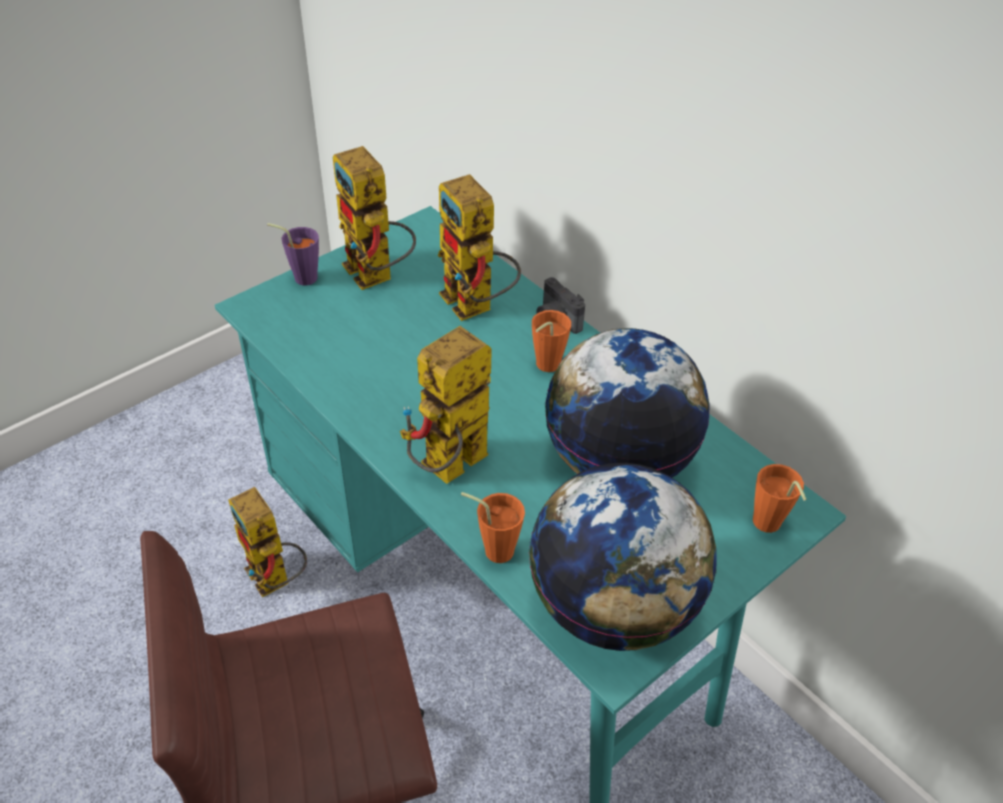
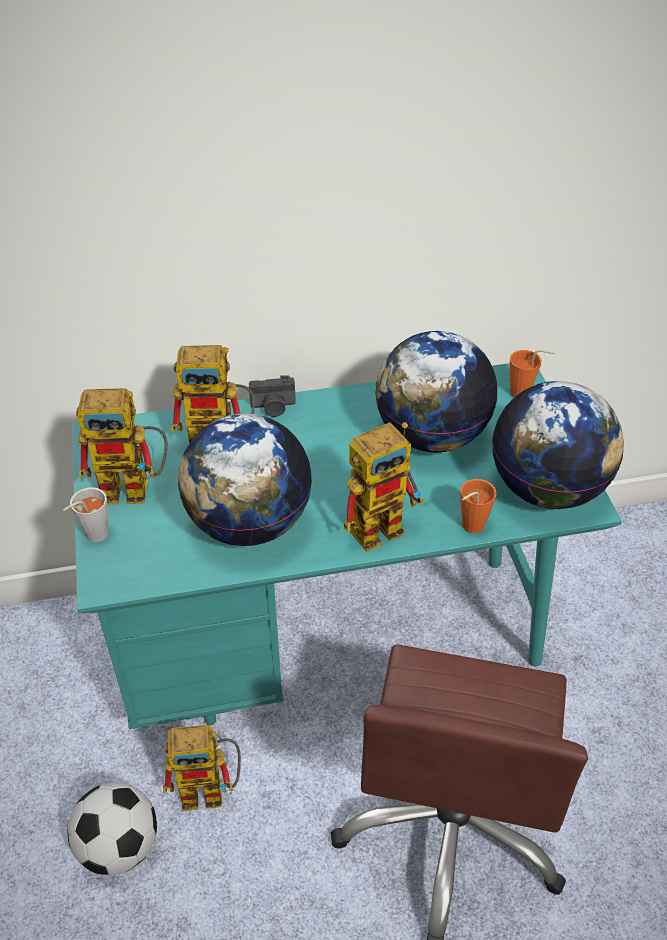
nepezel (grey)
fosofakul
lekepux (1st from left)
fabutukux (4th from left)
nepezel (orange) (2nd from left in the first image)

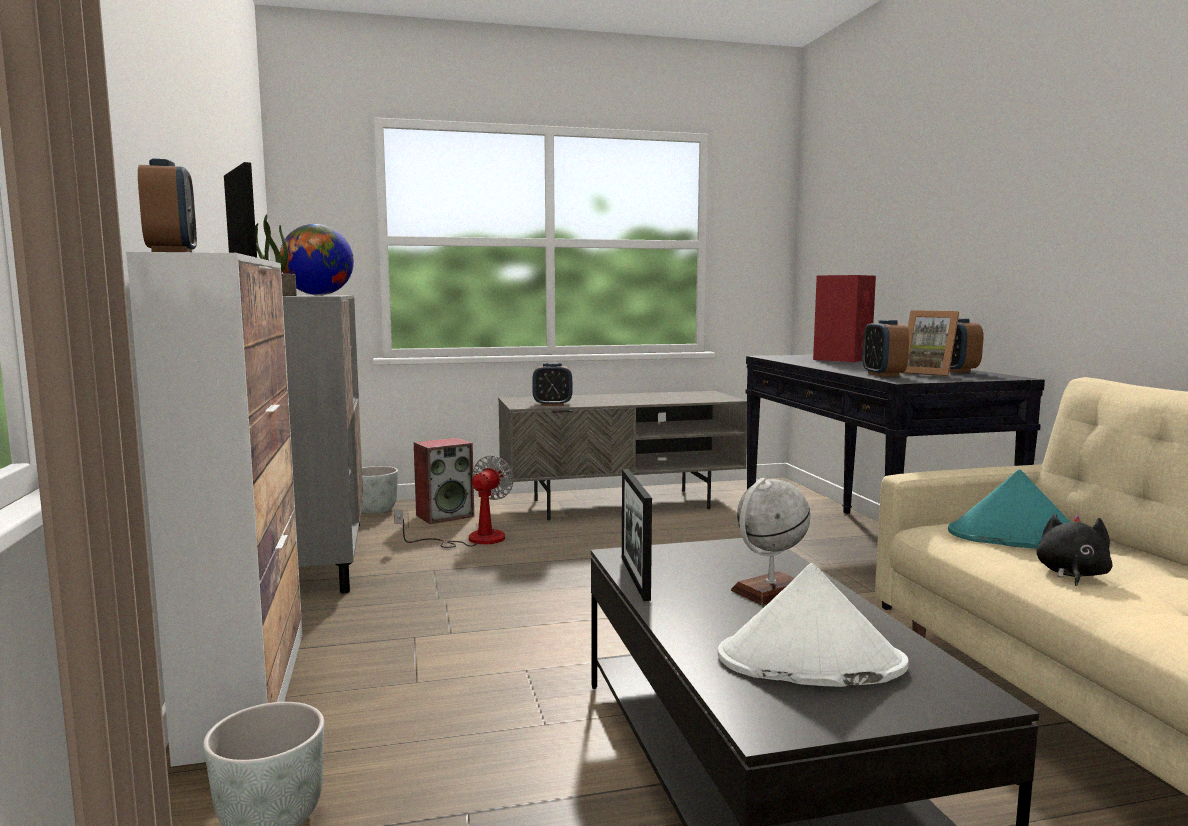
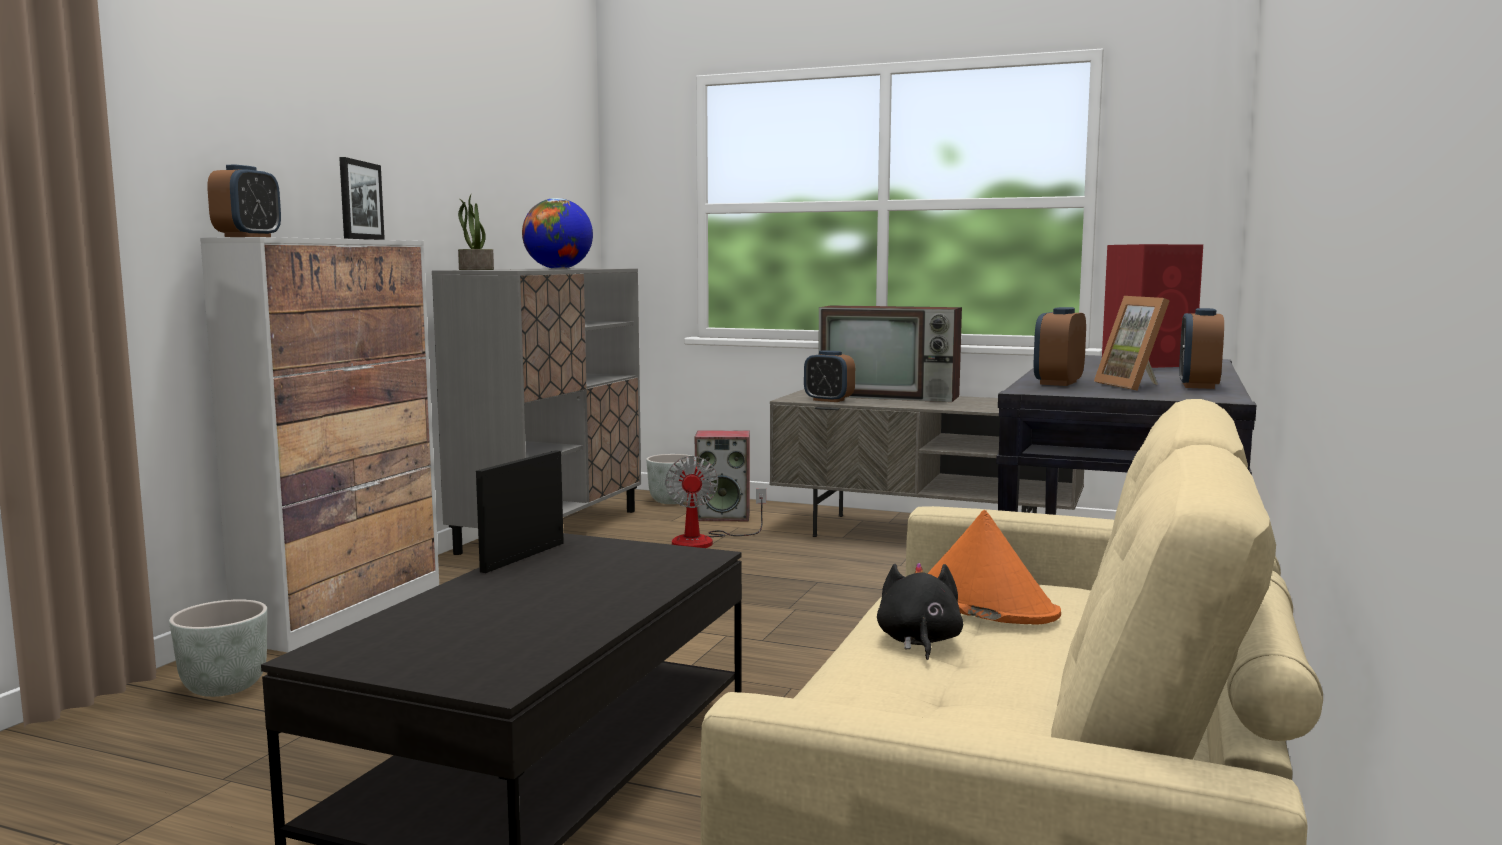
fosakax
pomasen
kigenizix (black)
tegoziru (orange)
tegoziru (white)
lekepux (2nd from left in the first image)

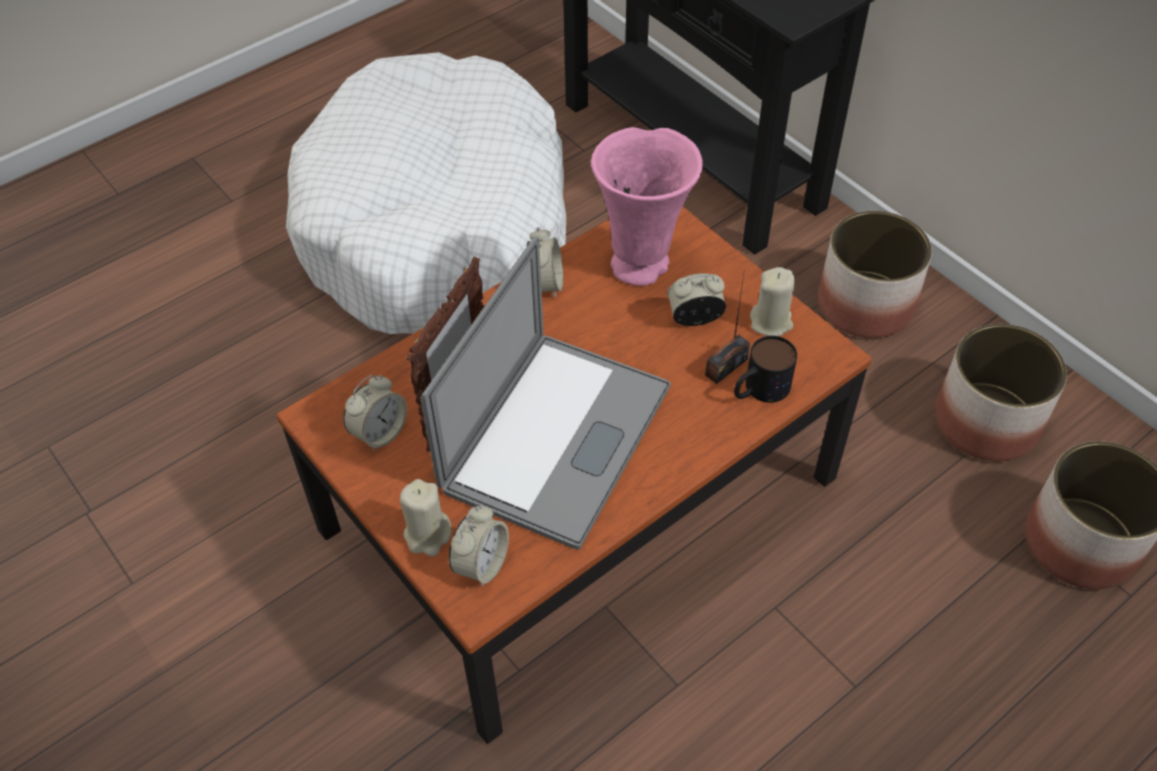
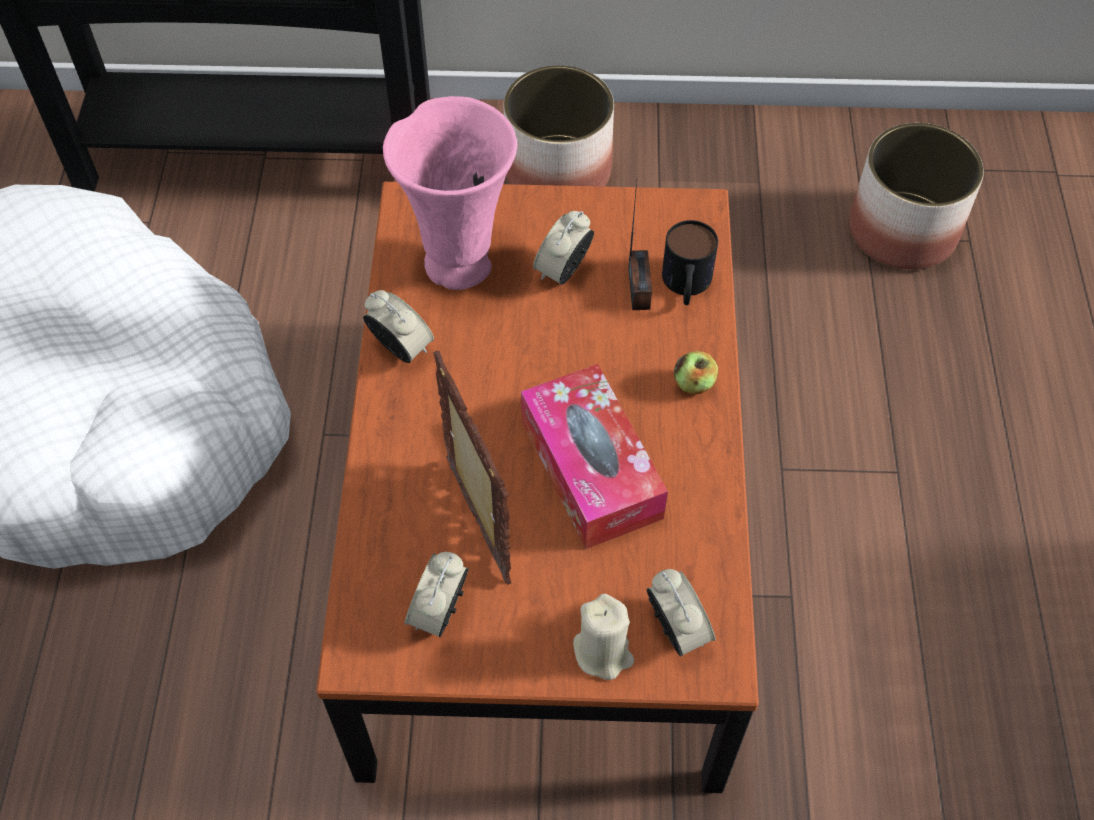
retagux (2nd from left)
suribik
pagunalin
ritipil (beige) (2nd from left in the first image)
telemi (2nd from left in the first image)

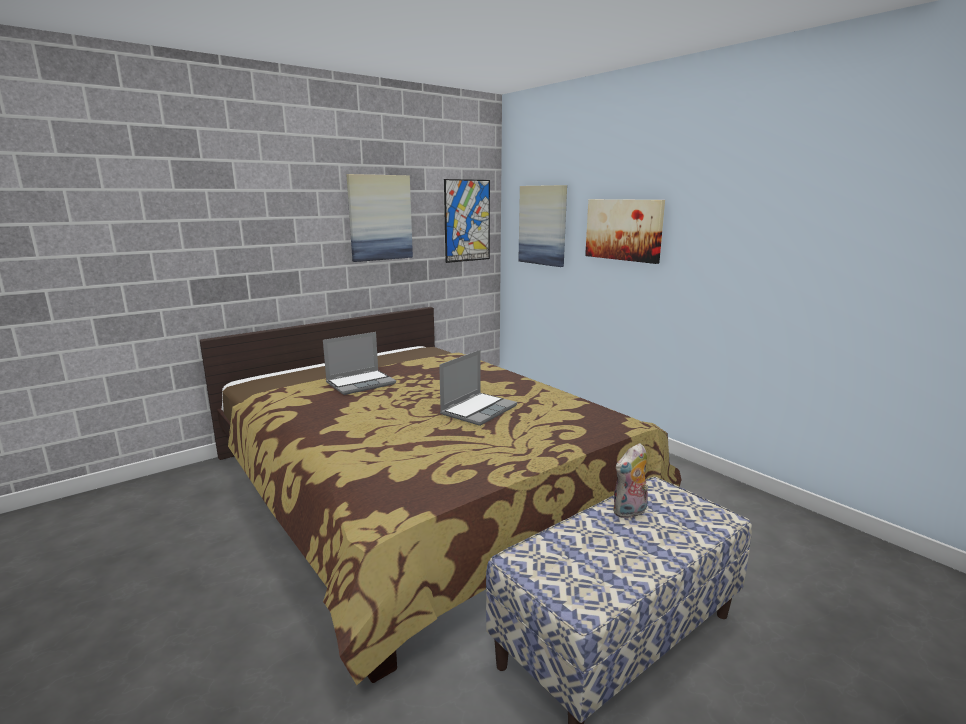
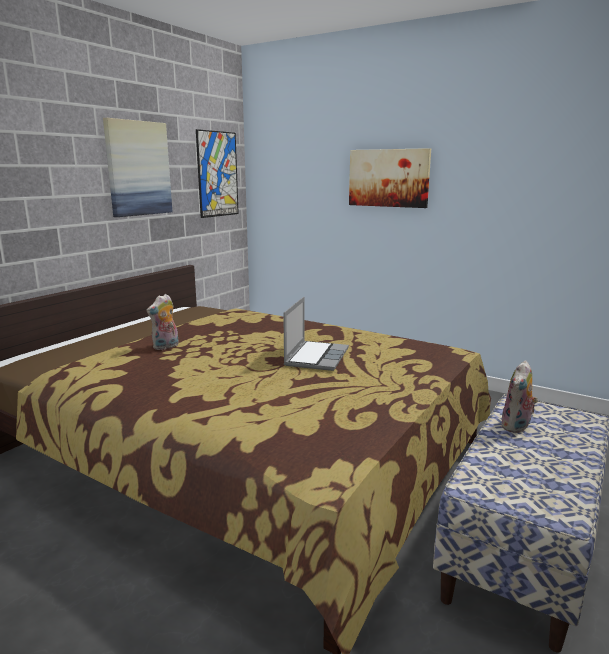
kigenizix (1st from left)
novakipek (3rd from left in the first image)

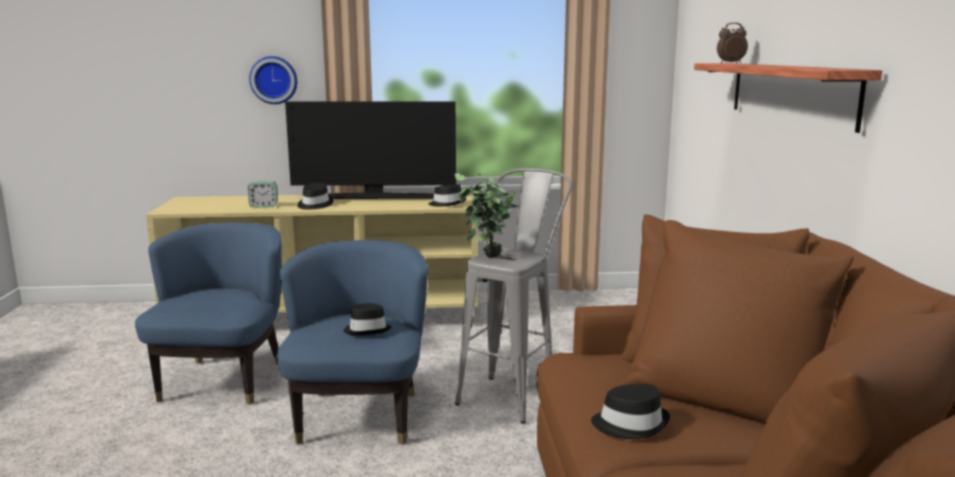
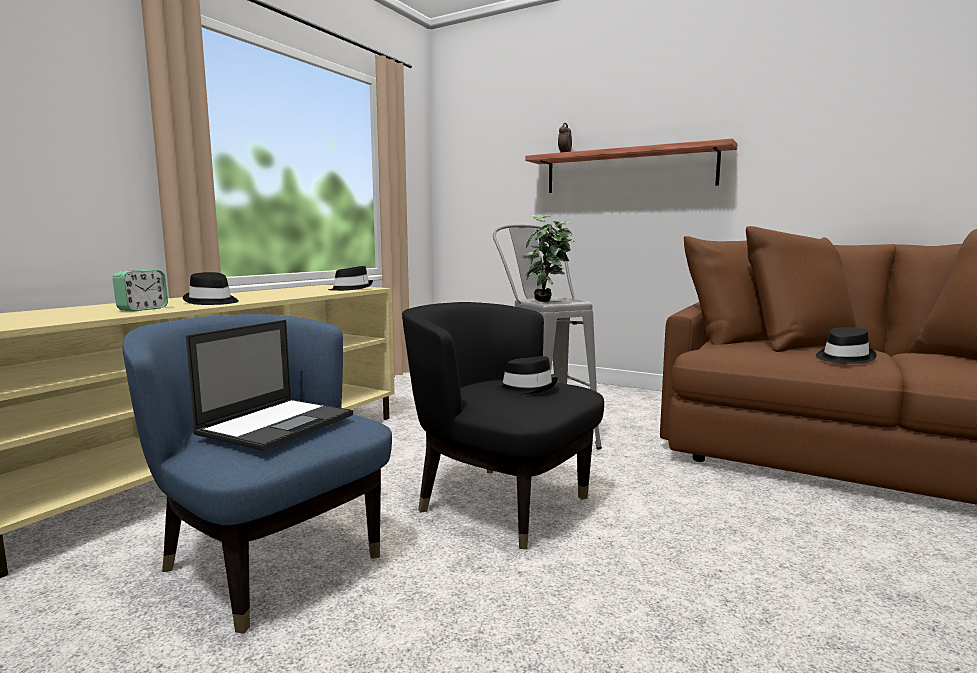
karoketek
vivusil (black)
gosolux
pomasen

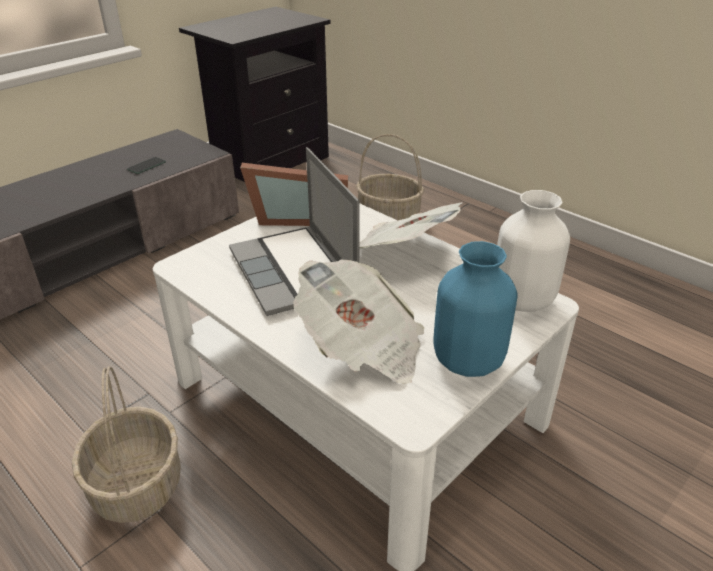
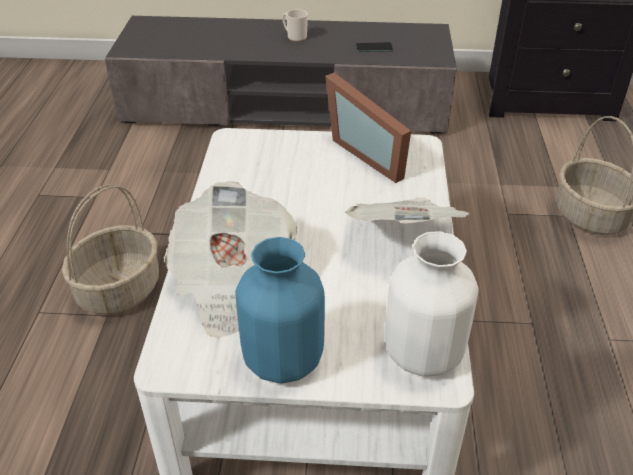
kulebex
karoketek

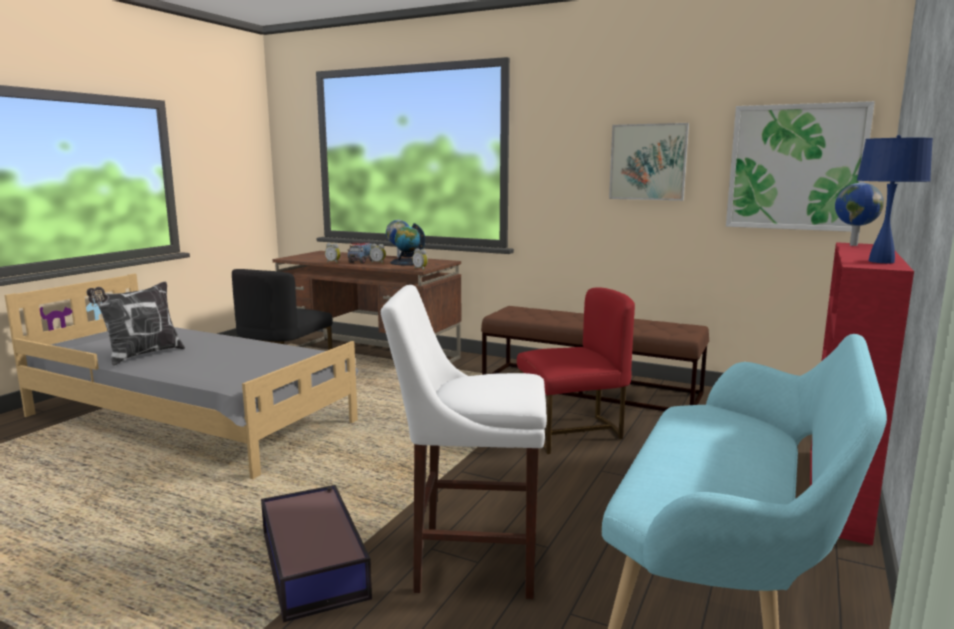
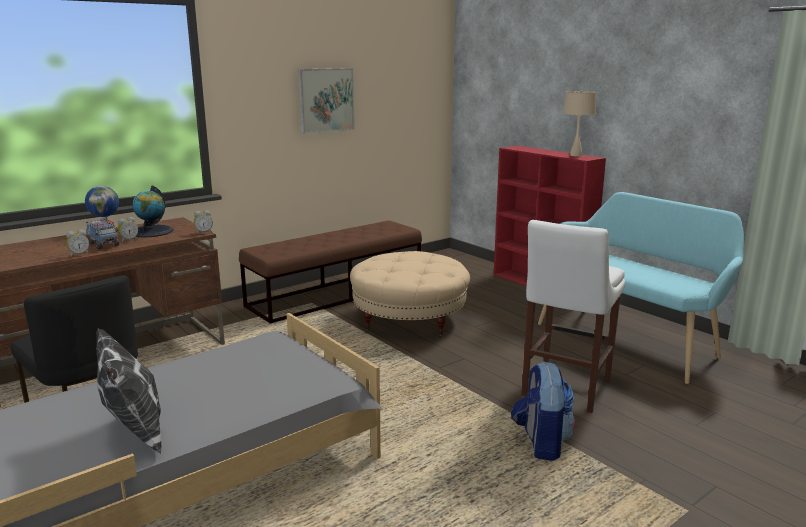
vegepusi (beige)
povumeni
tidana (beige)
novakipek (2nd from left in the first image)
lekepux (3rd from left in the first image)

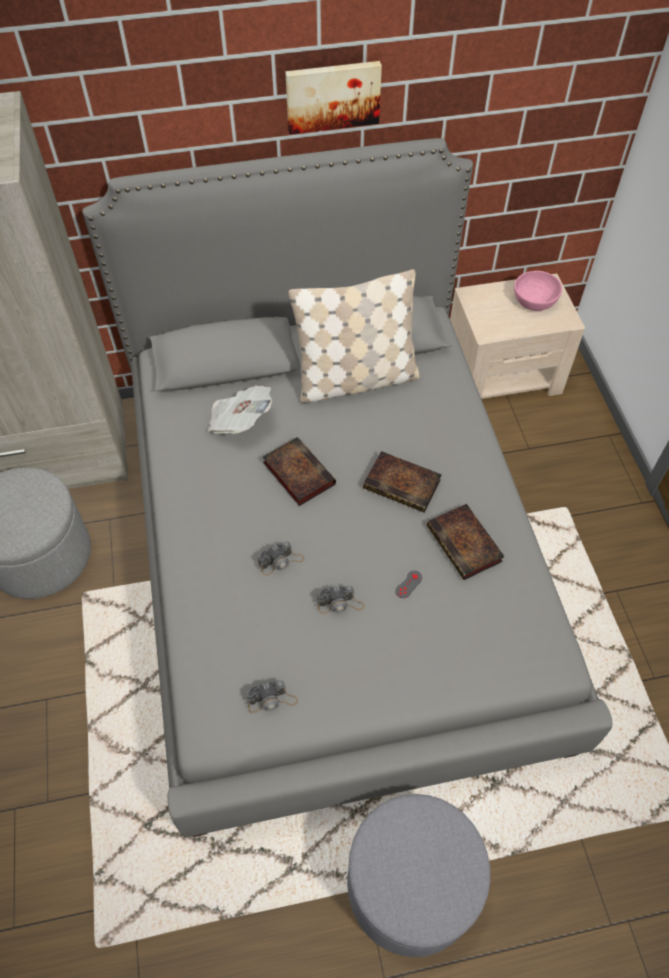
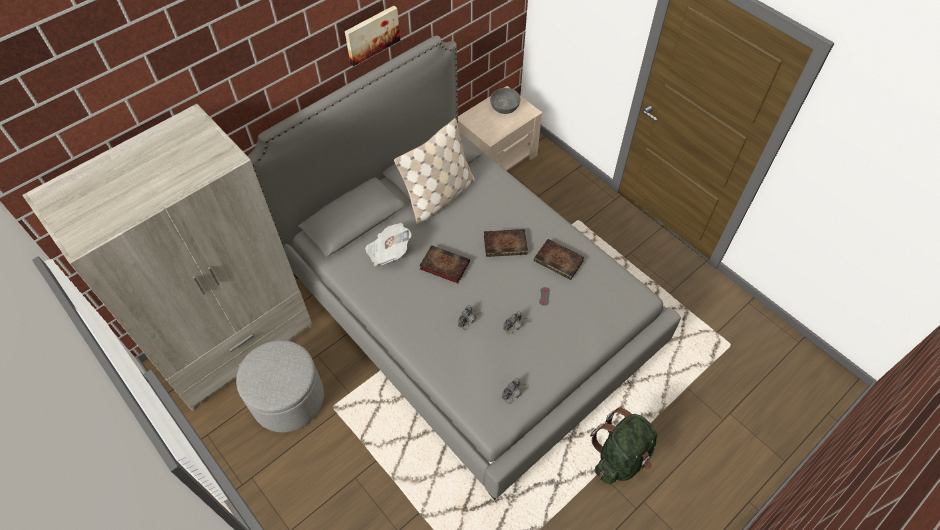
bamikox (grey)
povumeni (green)

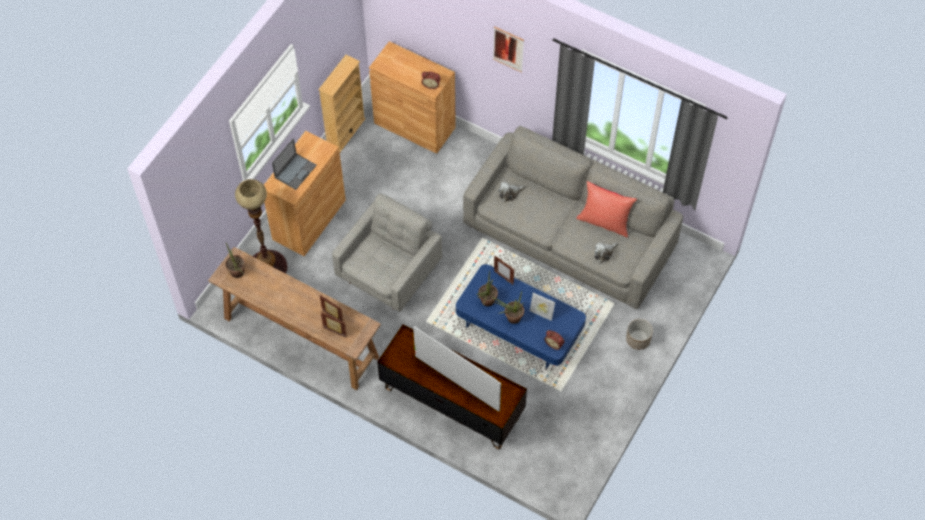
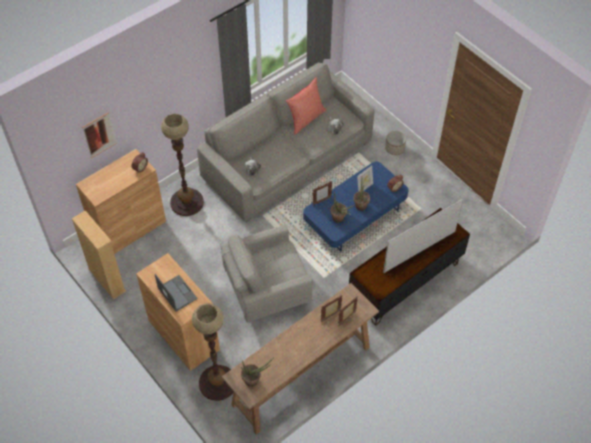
novakipek
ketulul (1st from left)
vivusil (grey)

